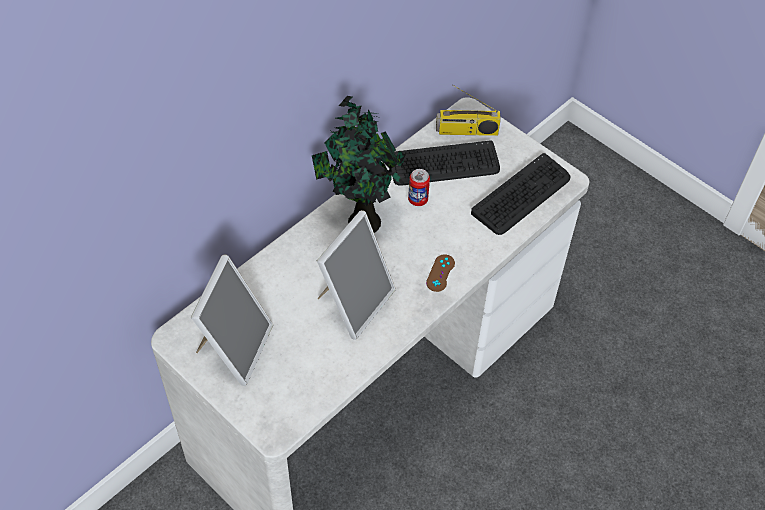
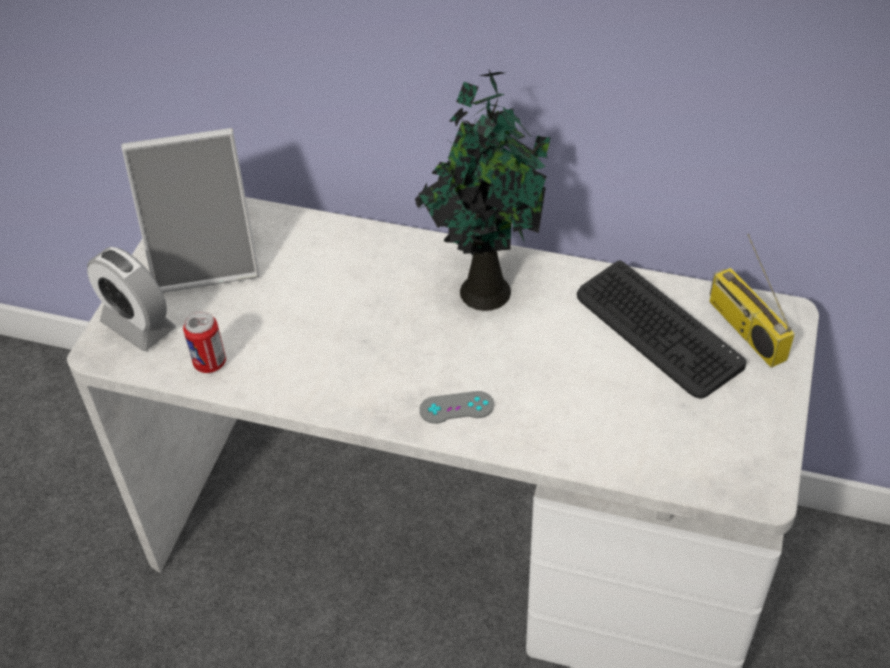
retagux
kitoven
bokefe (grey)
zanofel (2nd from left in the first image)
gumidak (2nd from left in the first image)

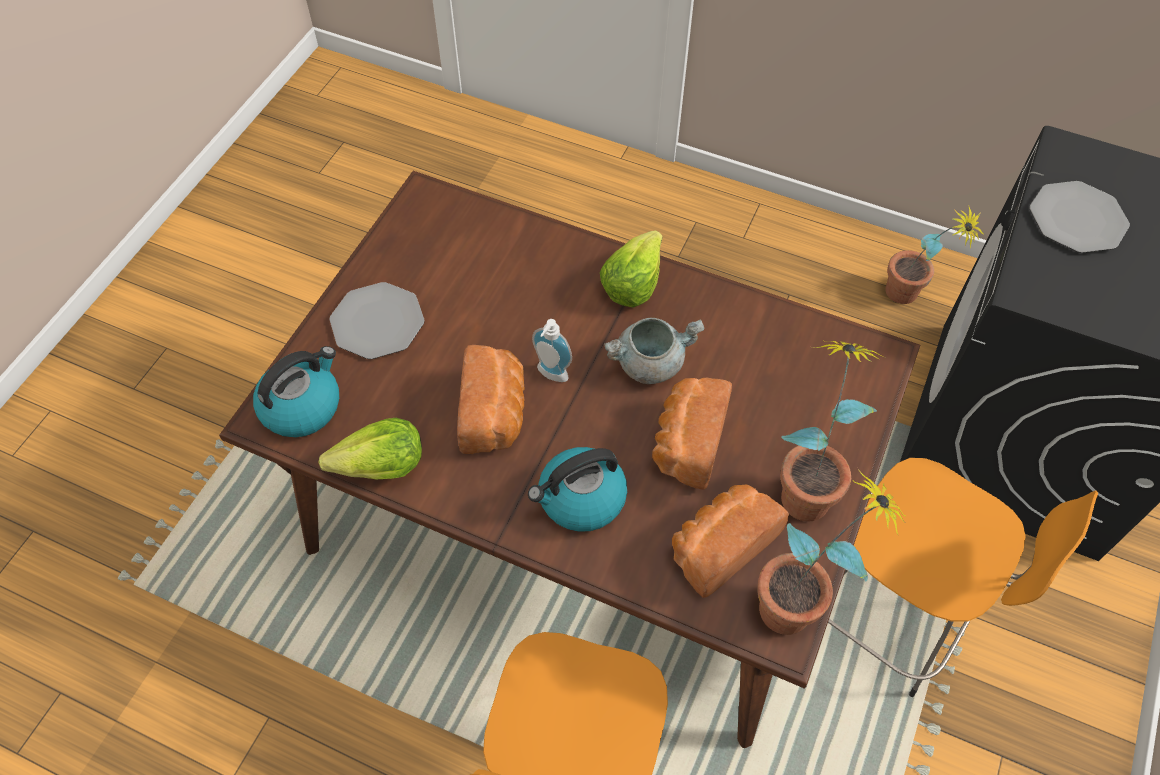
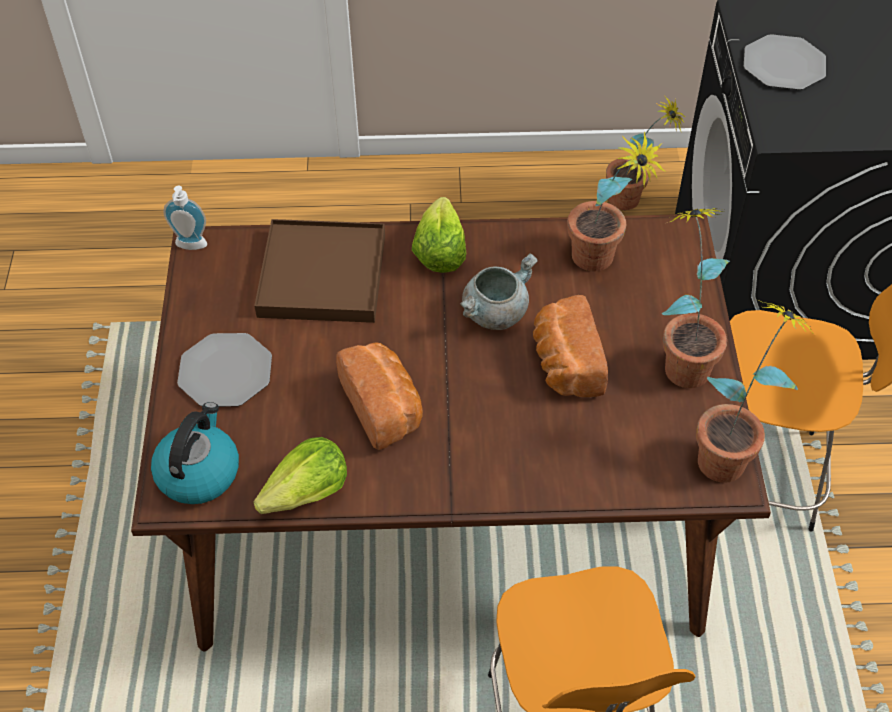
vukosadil
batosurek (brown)
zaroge (1st from left)
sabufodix (2nd from left in the first image)
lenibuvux (3rd from left in the first image)

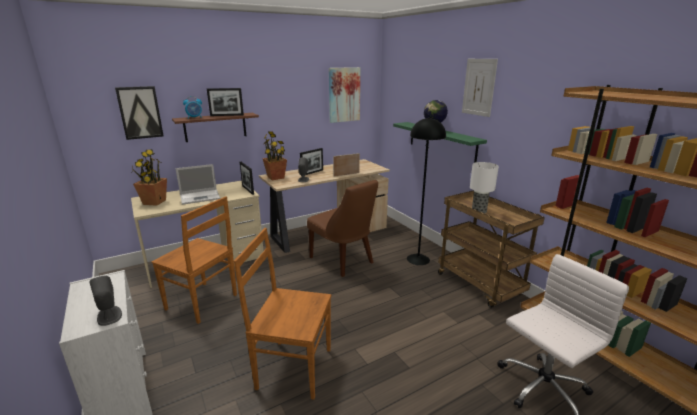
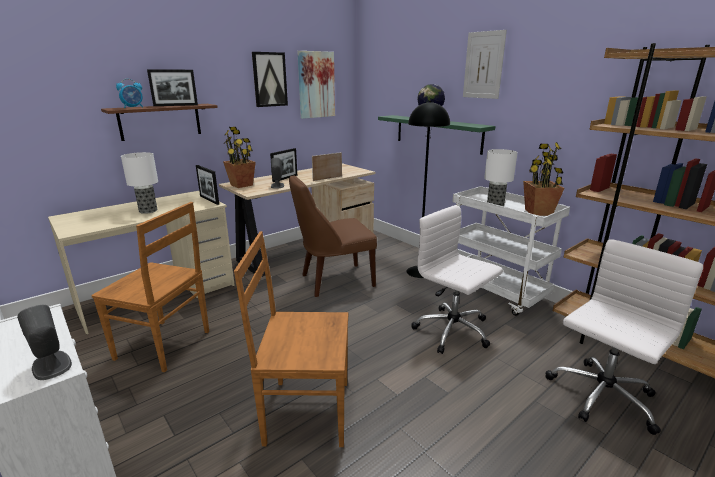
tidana (1st from left)
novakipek (1st from left)
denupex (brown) (3rd from left)
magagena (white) (1st from left)
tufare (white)
zaroge (2nd from left)

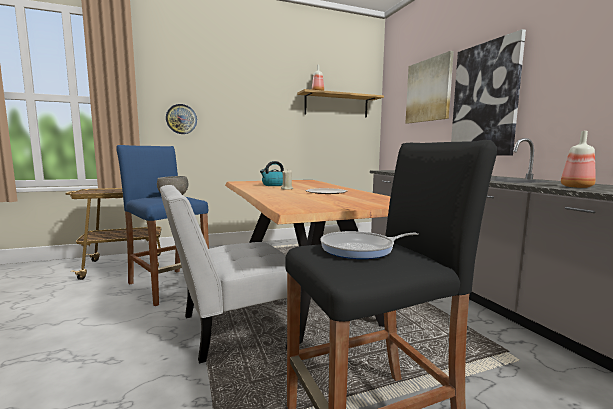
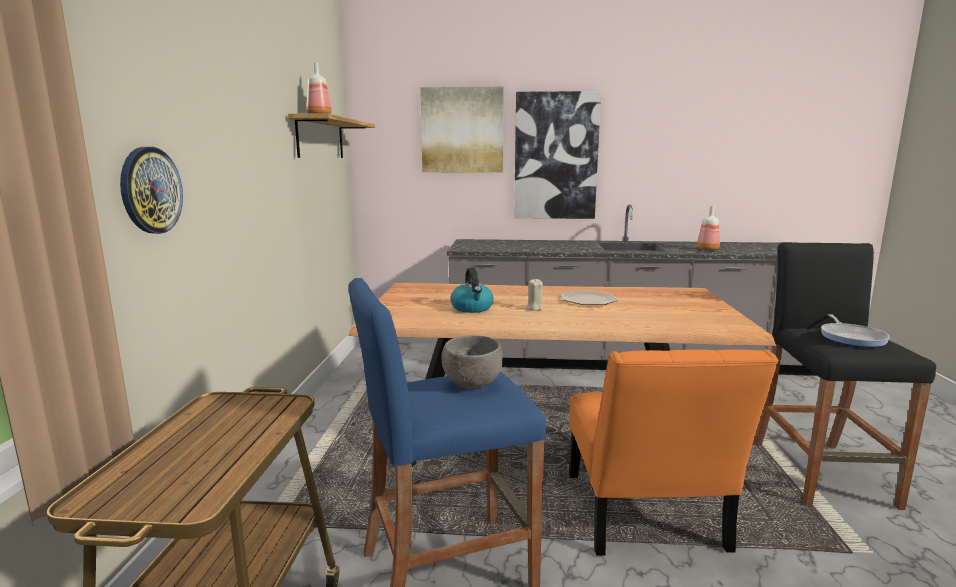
denupex (orange)

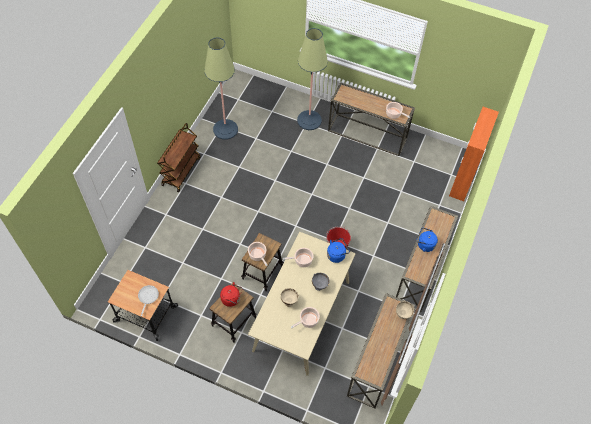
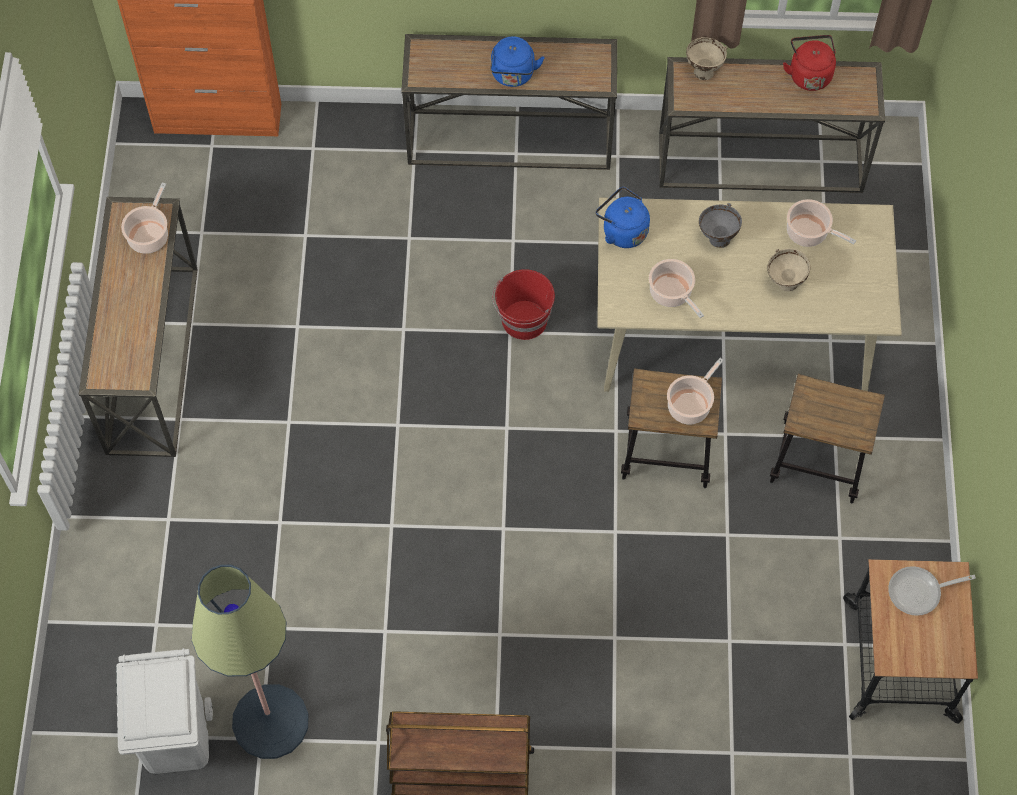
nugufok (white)
sabufodix (red)
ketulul (2nd from left in the first image)

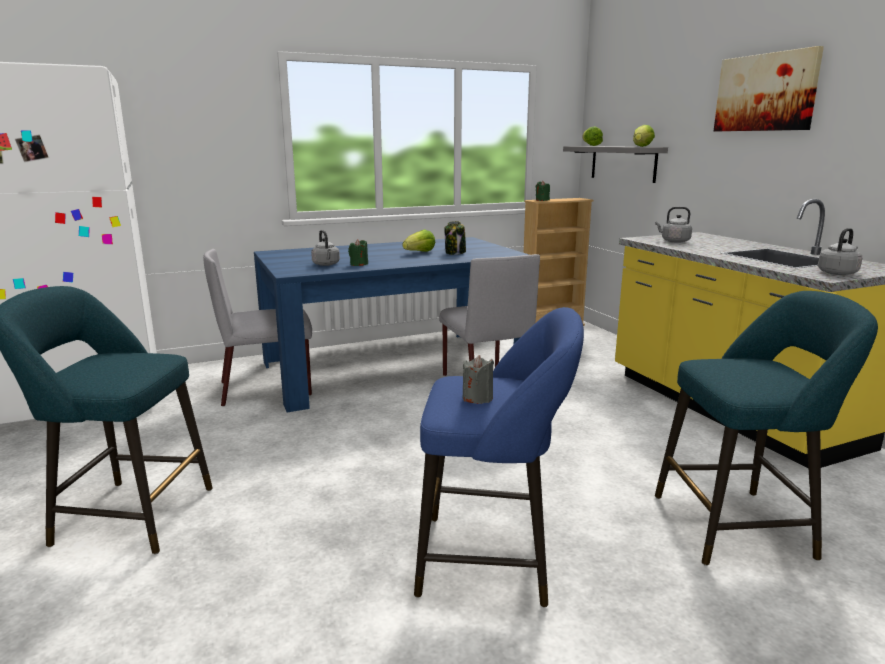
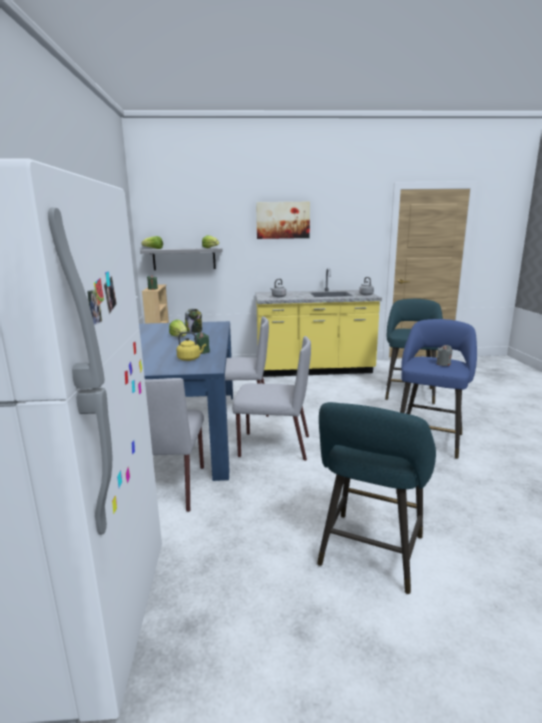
sabufodix (yellow)
denupex (grey) (3rd from left)

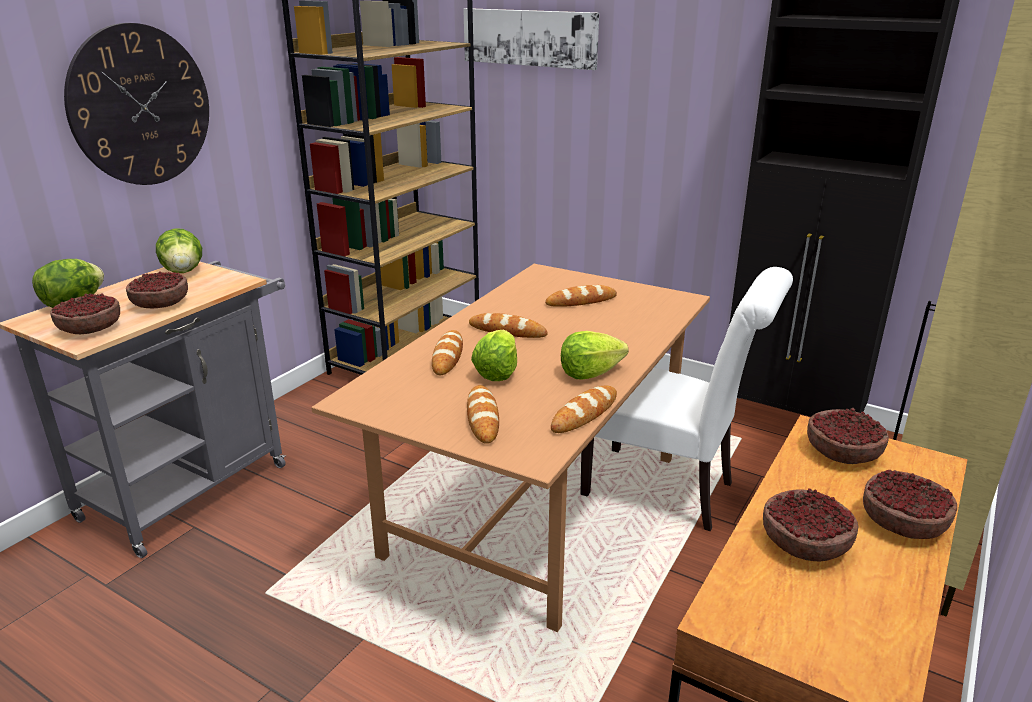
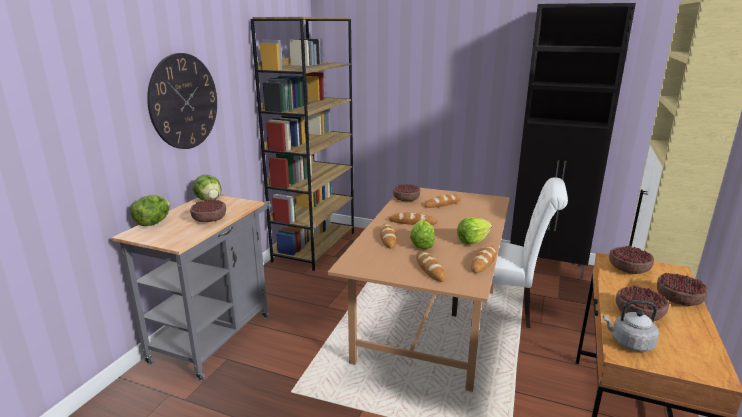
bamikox (2nd from left)
sabufodix (grey)
novakipek

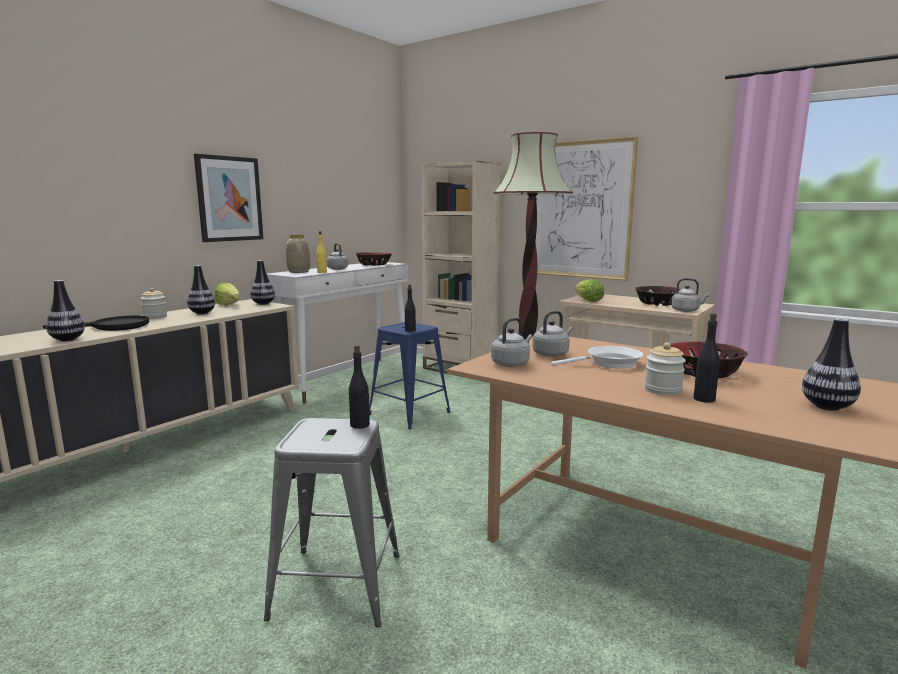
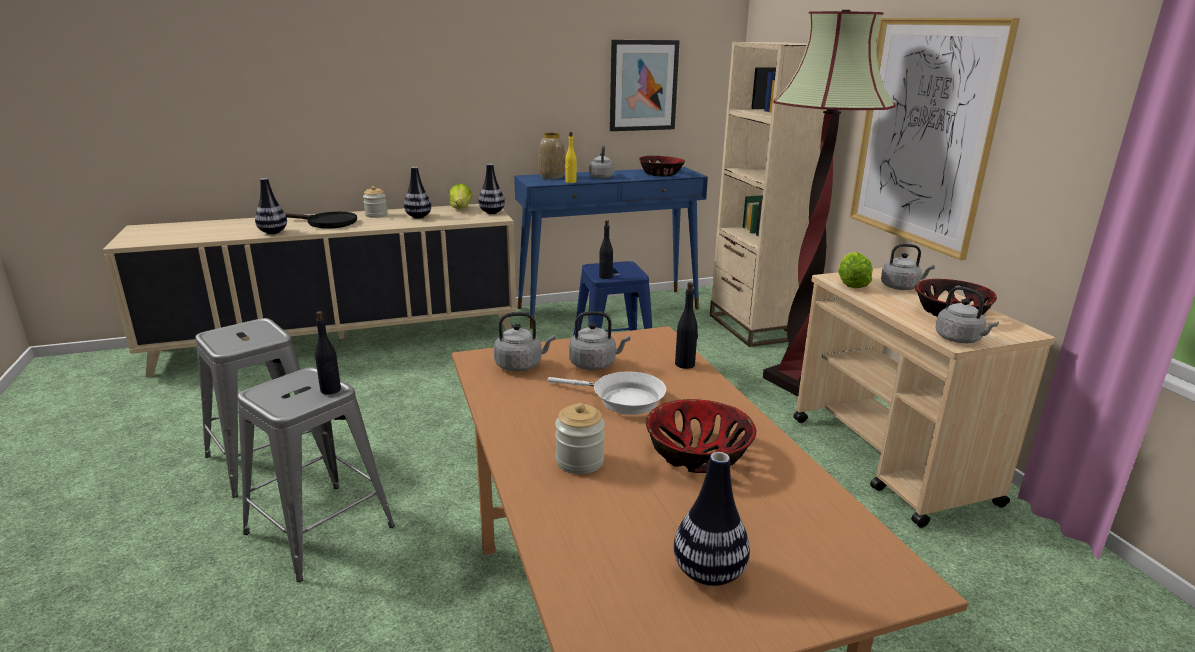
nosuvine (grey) (1st from left)
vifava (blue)
novakipek (1st from left)
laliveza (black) (3rd from left)
sabufodix (grey) (4th from left)

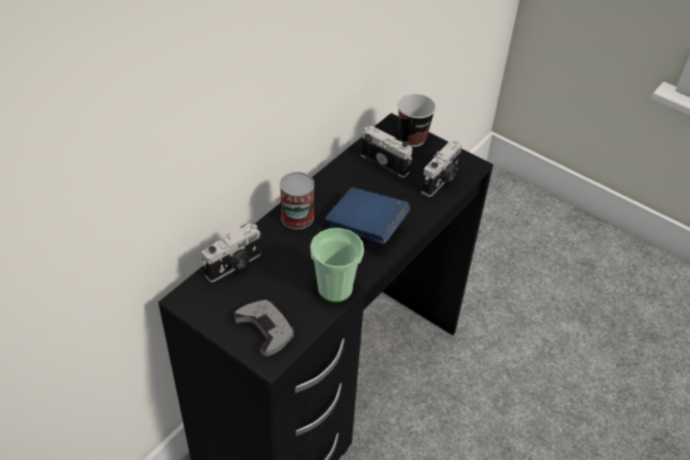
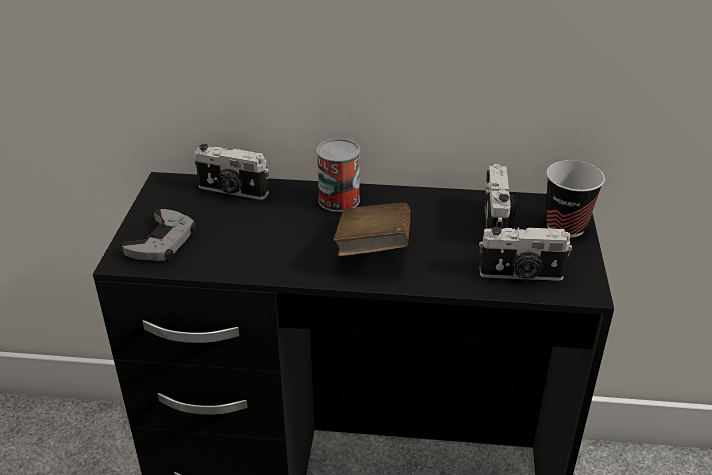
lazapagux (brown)
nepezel (1st from left in the first image)

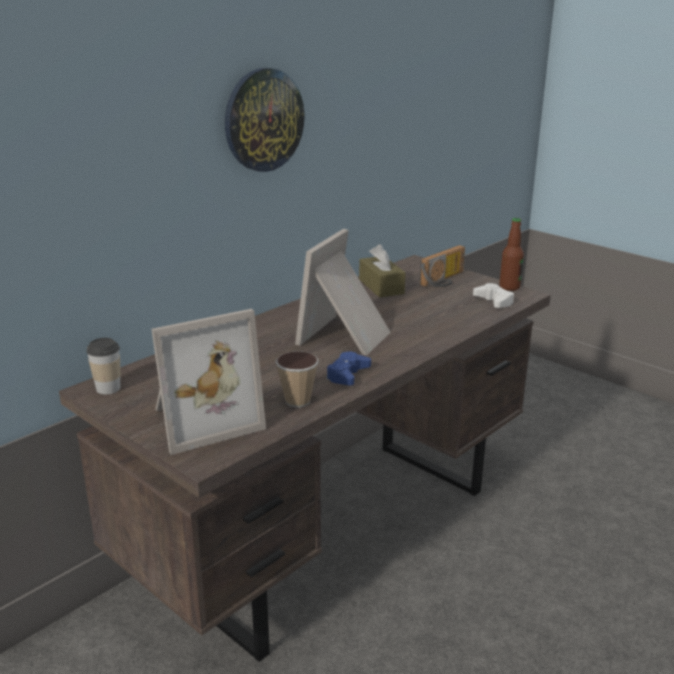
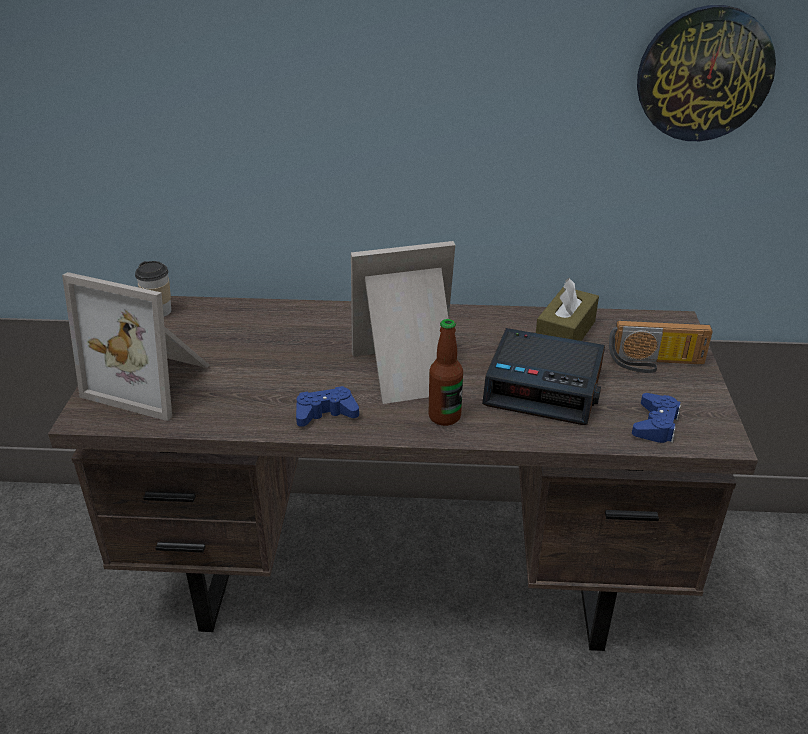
laliveza
retagux
bokefe (blue) (2nd from left)
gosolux
nepezel (2nd from left in the first image)

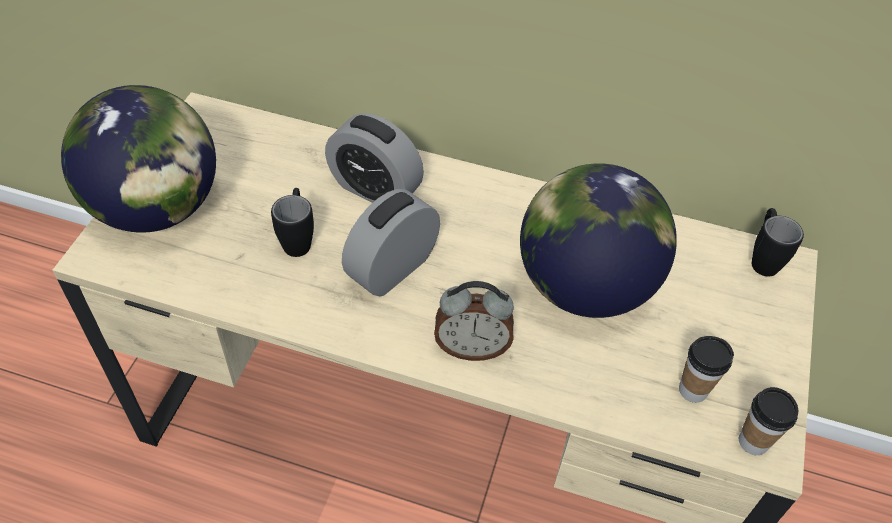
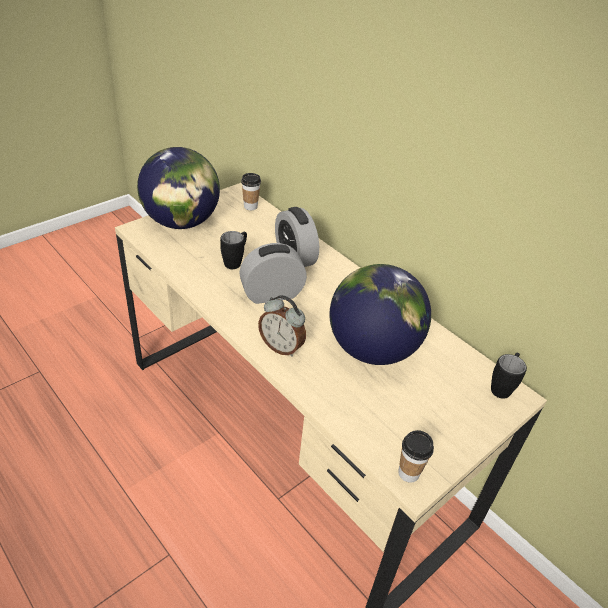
nepezel (1st from left)

